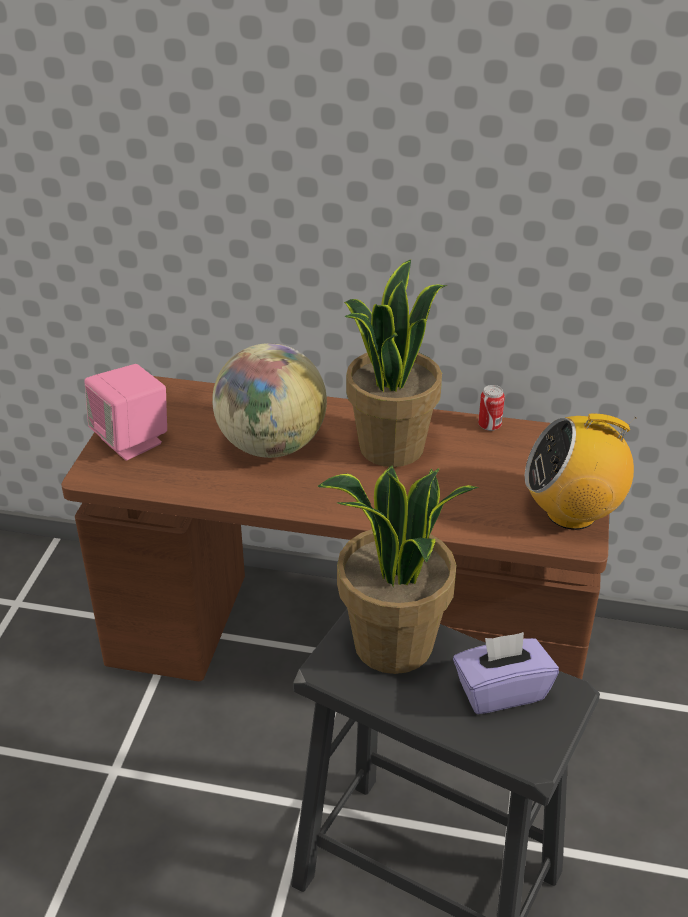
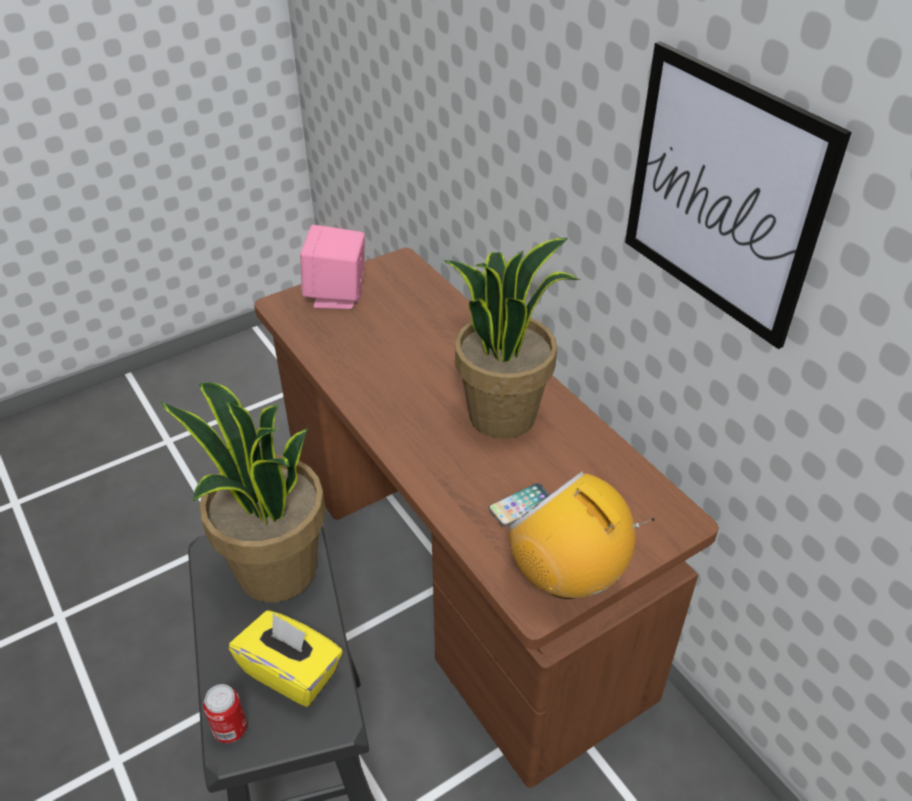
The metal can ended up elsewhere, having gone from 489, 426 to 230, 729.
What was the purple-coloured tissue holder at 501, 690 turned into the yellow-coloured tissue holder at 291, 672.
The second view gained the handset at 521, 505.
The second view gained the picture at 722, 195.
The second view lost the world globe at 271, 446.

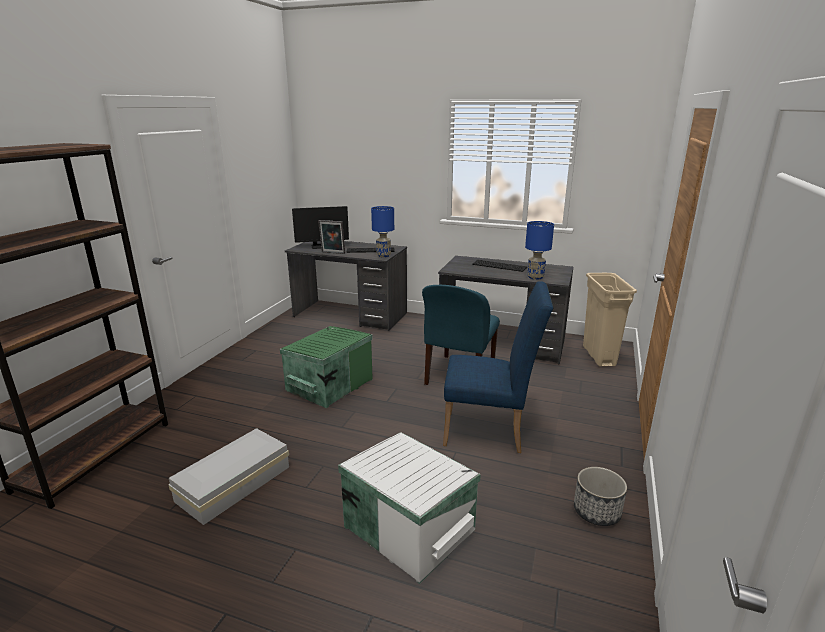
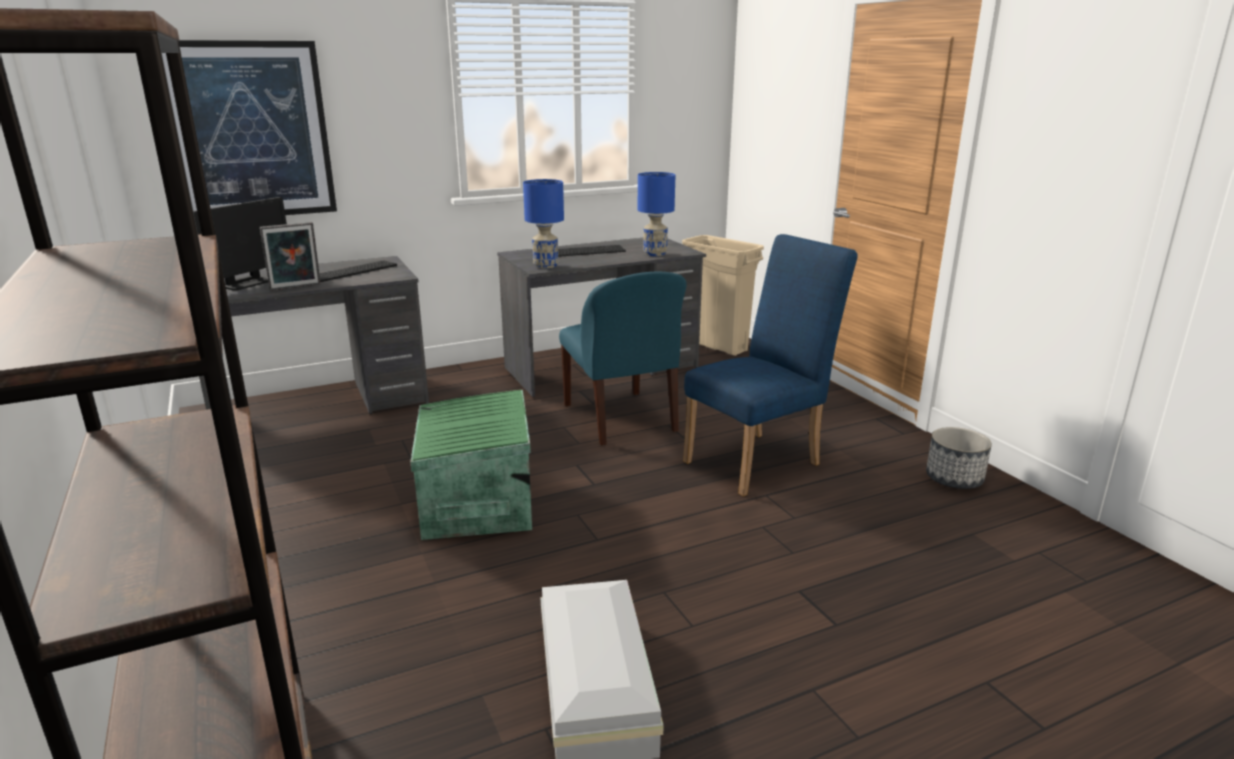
The second view gained the picture at 248, 131.
The blue lamp for a table ended up elsewhere, having gone from 383, 255 to 545, 266.
The second view lost the white storage box at 409, 526.

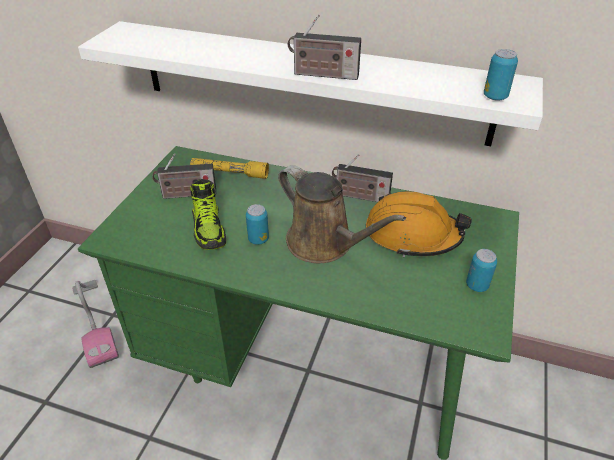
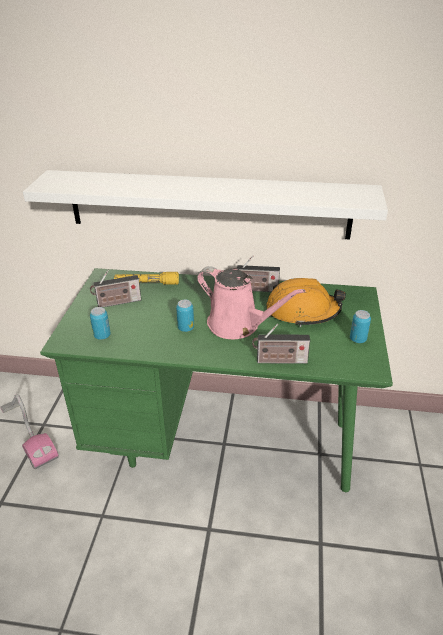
The metal can ended up elsewhere, having gone from 495, 97 to 102, 336.
What was the brownish watering can at 324, 244 turned into the pink watering can at 238, 325.
The radio receiver ended up elsewhere, having gone from 322, 75 to 279, 361.
The second view lost the shoe at 209, 229.

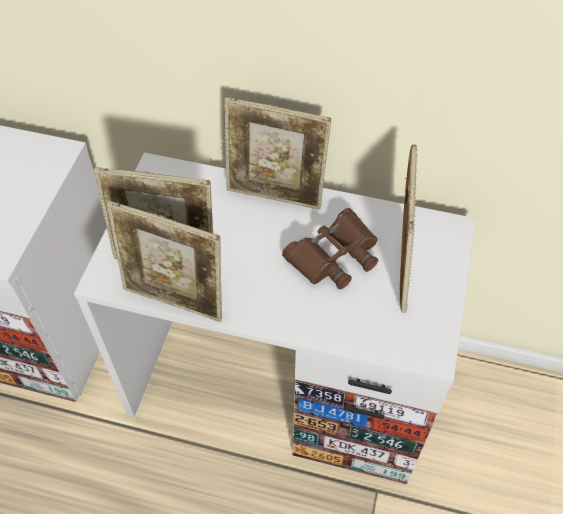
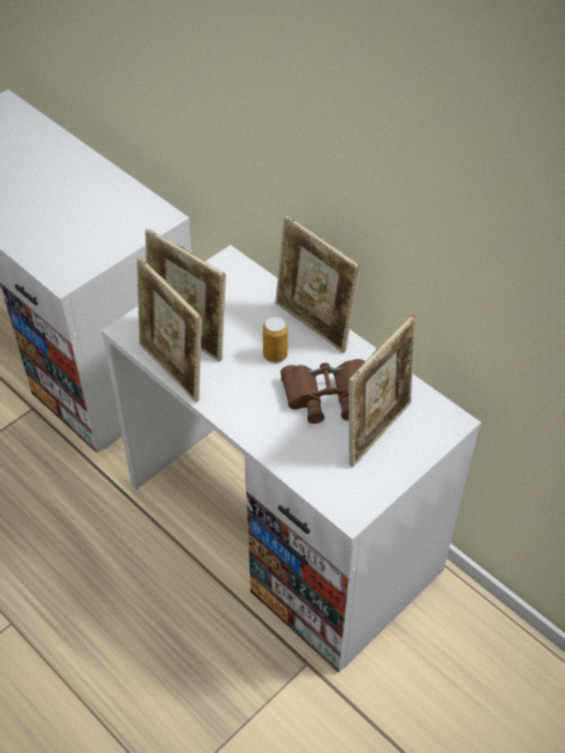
The second view gained the metal can at 275, 355.

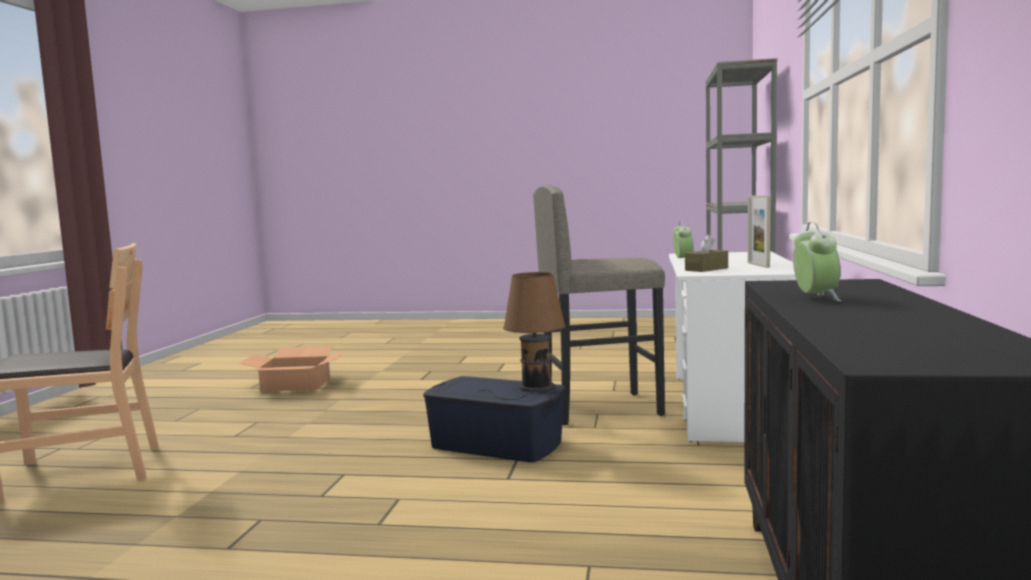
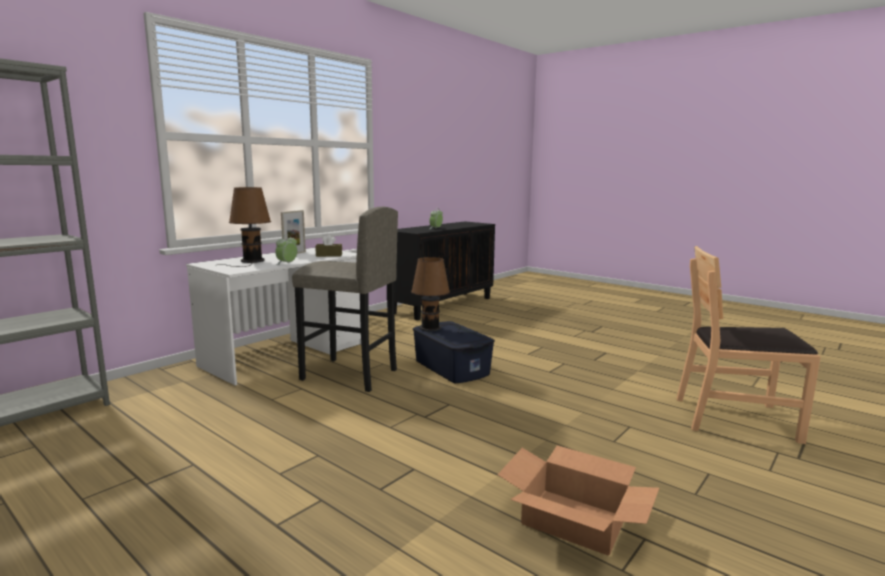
The second view gained the brownish lamp for a table at 250, 261.

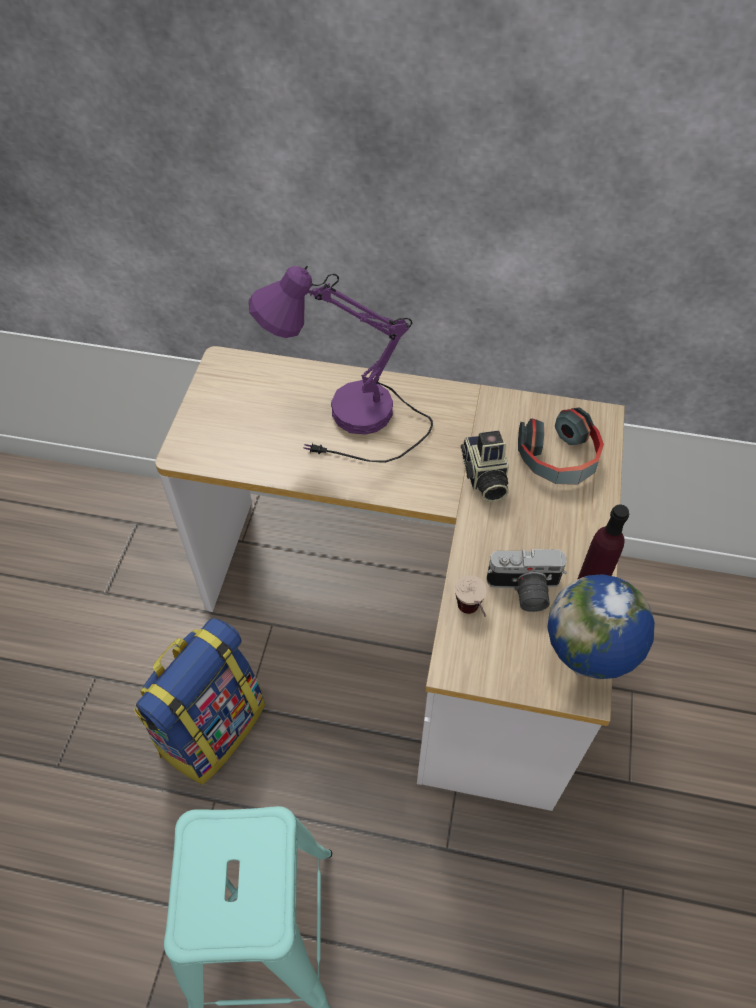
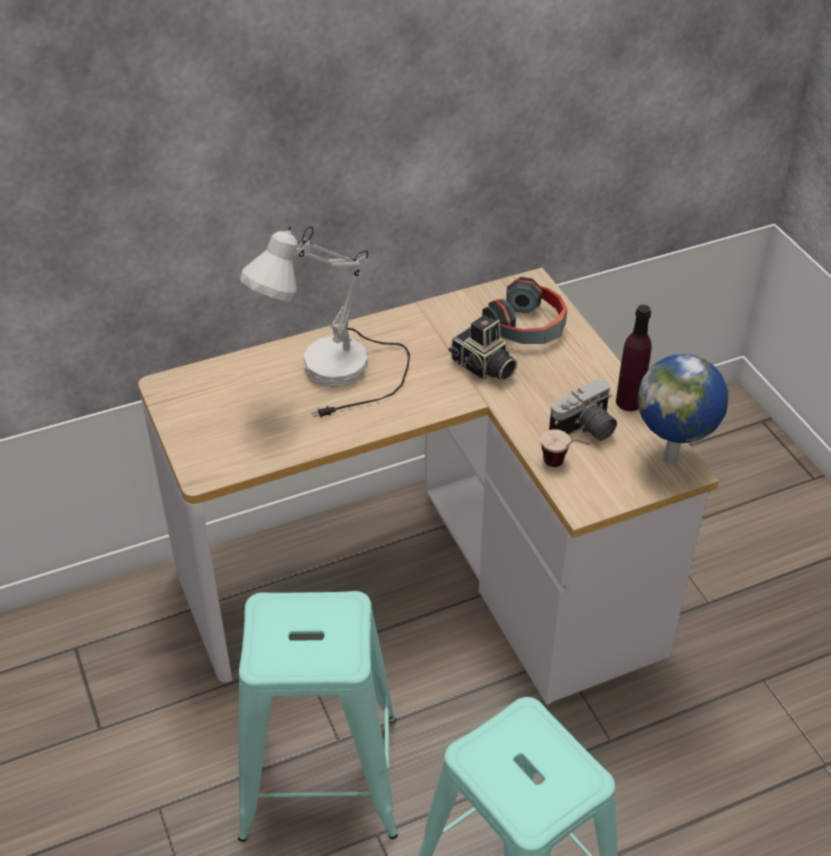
Where the backpack stood at 212, 727, the turquoise-coloured stool seat came to stand at 320, 777.
What was the purple-coloured lamp for a table at 353, 427 turned into the white lamp for a table at 339, 382.

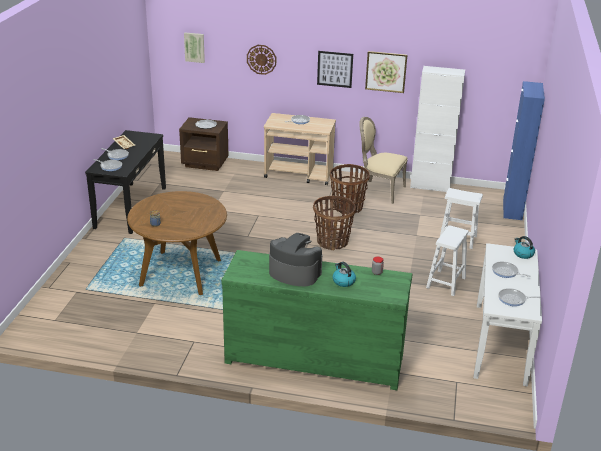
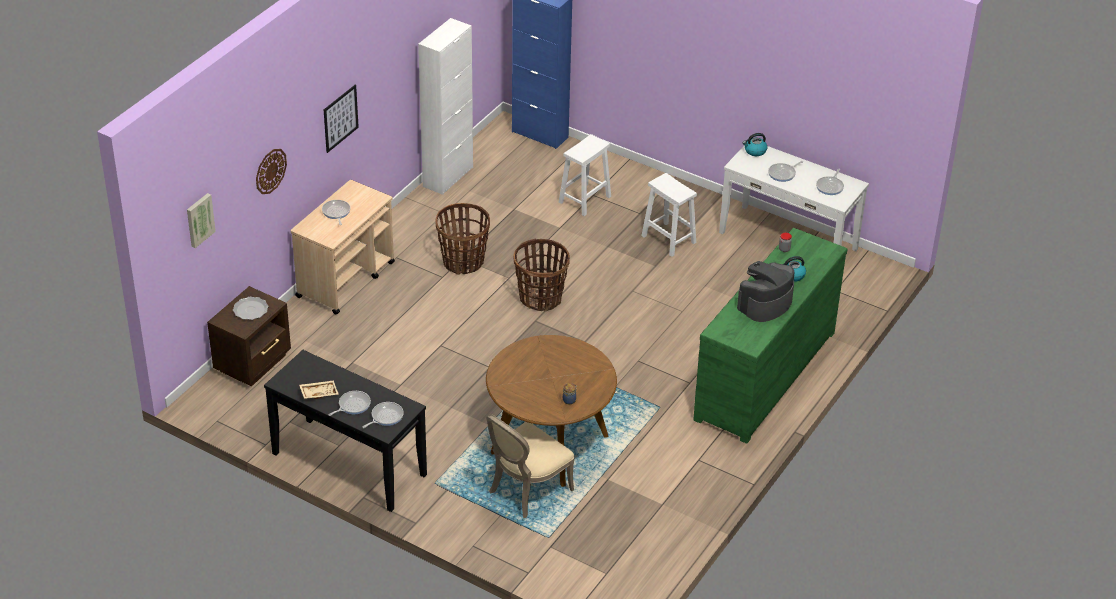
The beige chair ended up elsewhere, having gone from 379, 190 to 526, 491.
The second view lost the picture at 386, 71.

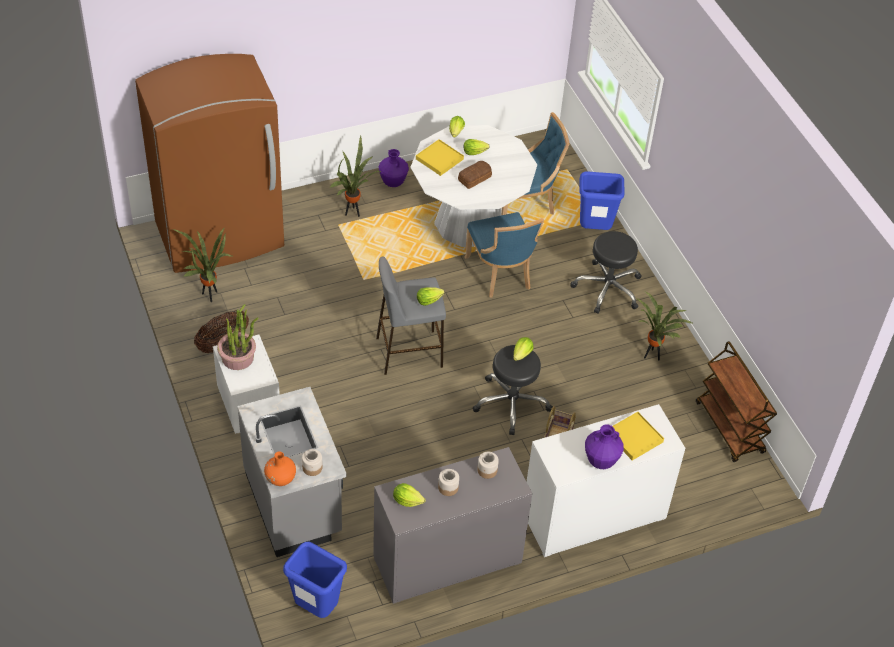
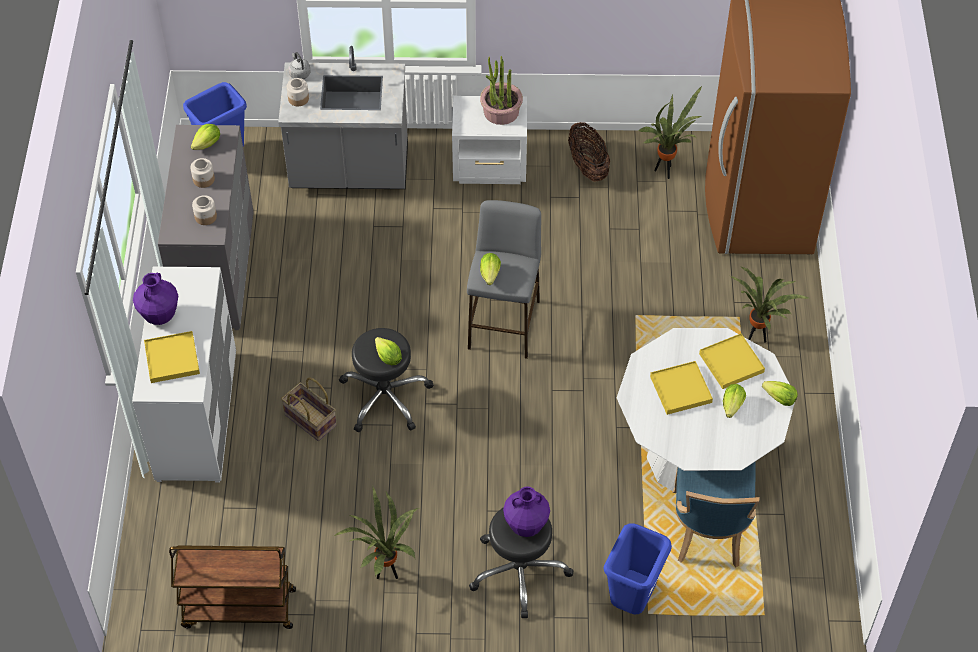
Where the orangey flower vase stood at 280, 478, the greyish kettle came to stand at 299, 73.
The purple-coloured flower vase ended up elsewhere, having gone from 393, 182 to 526, 526.
Where the baked bread stood at 475, 178, the yellow-coloured carrying tray came to stand at 680, 389.
The second view lost the blue chair at 500, 274.

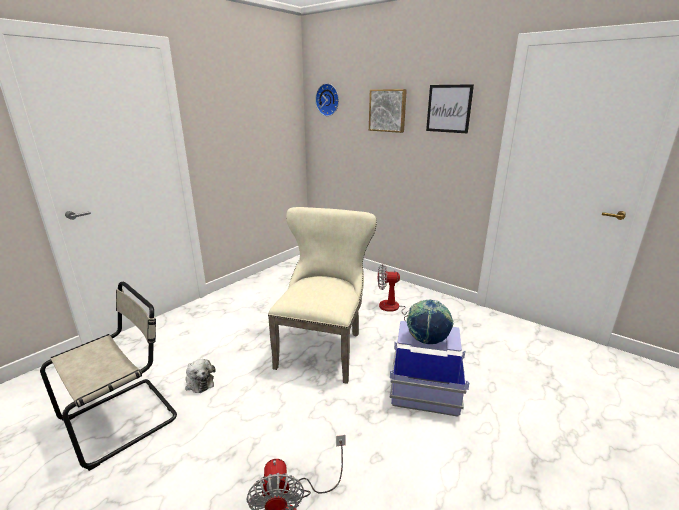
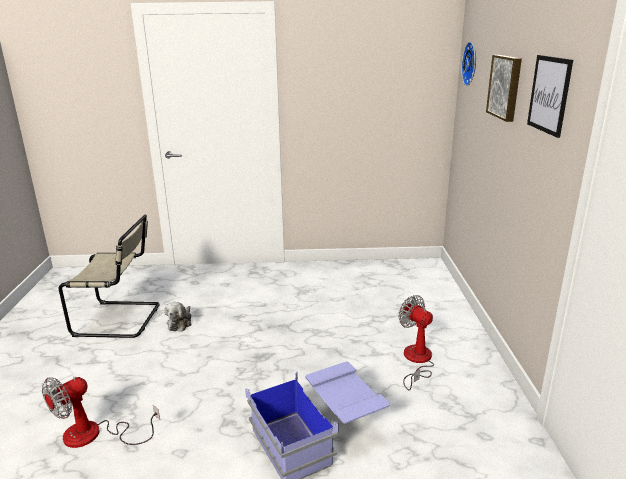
The second view lost the beige chair at 323, 347.
The second view lost the world globe at 427, 341.

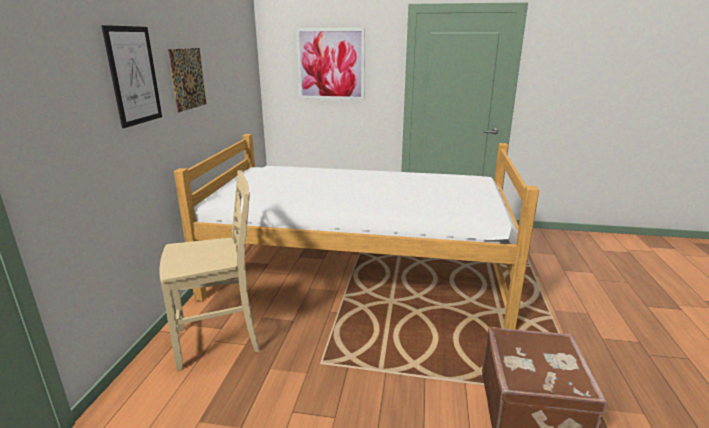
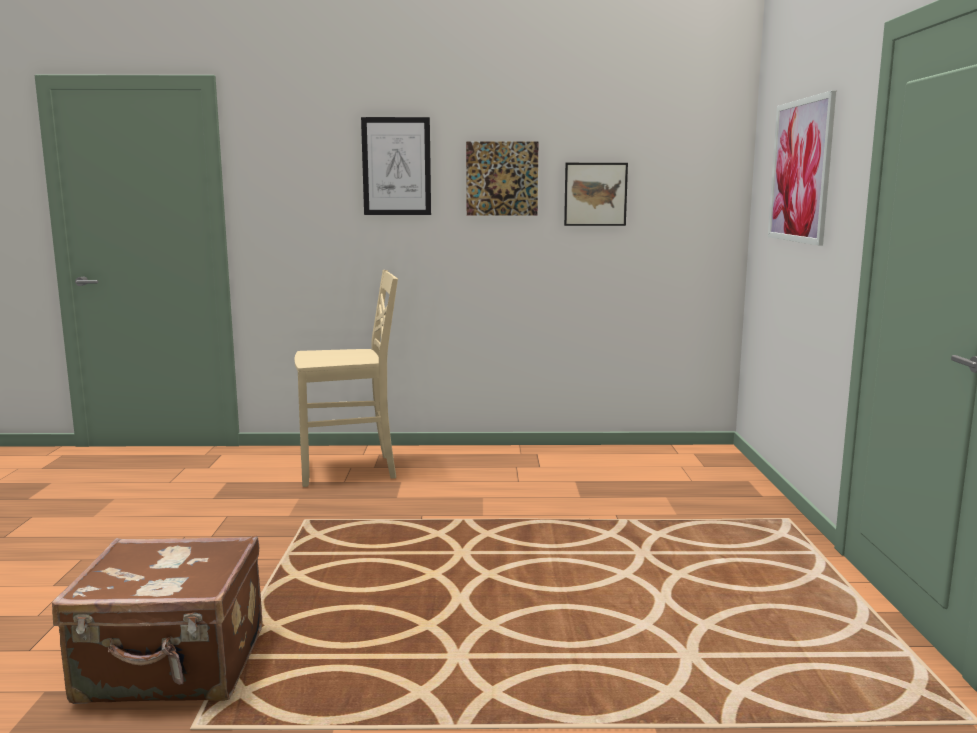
The beige chair at 220, 341 ended up facing another way, 75 degrees counterclockwise from before.
The second view gained the picture at 595, 194.
The second view lost the sleeping bed at 358, 272.

